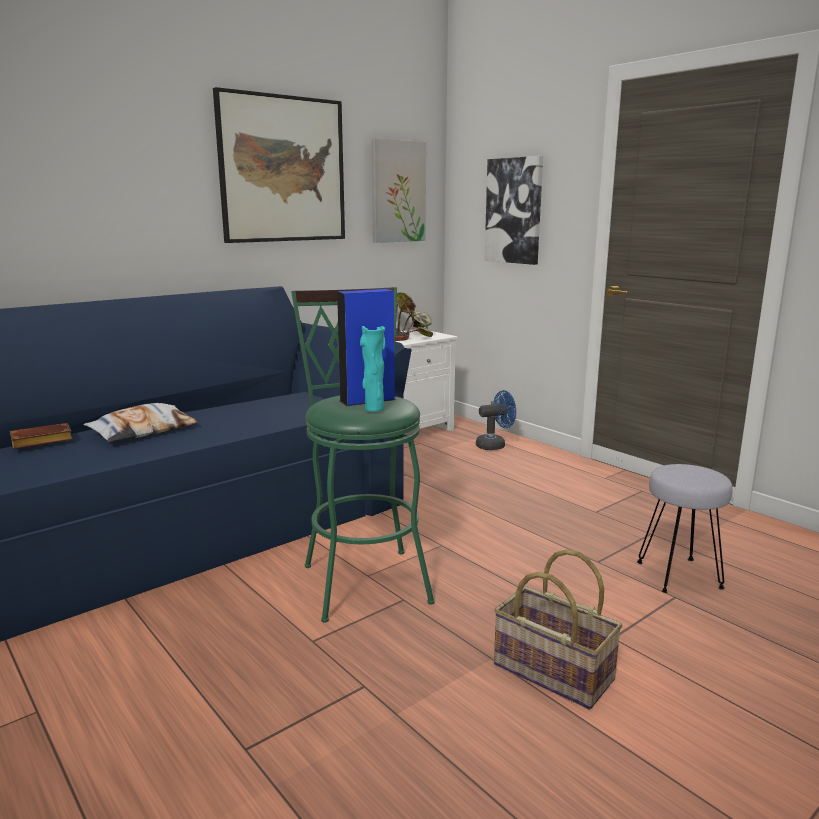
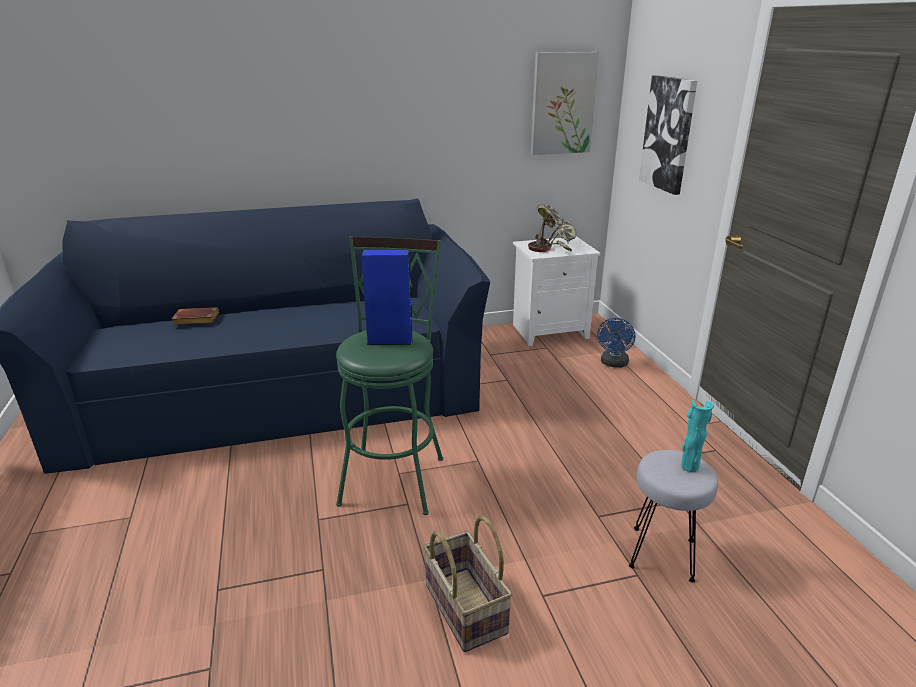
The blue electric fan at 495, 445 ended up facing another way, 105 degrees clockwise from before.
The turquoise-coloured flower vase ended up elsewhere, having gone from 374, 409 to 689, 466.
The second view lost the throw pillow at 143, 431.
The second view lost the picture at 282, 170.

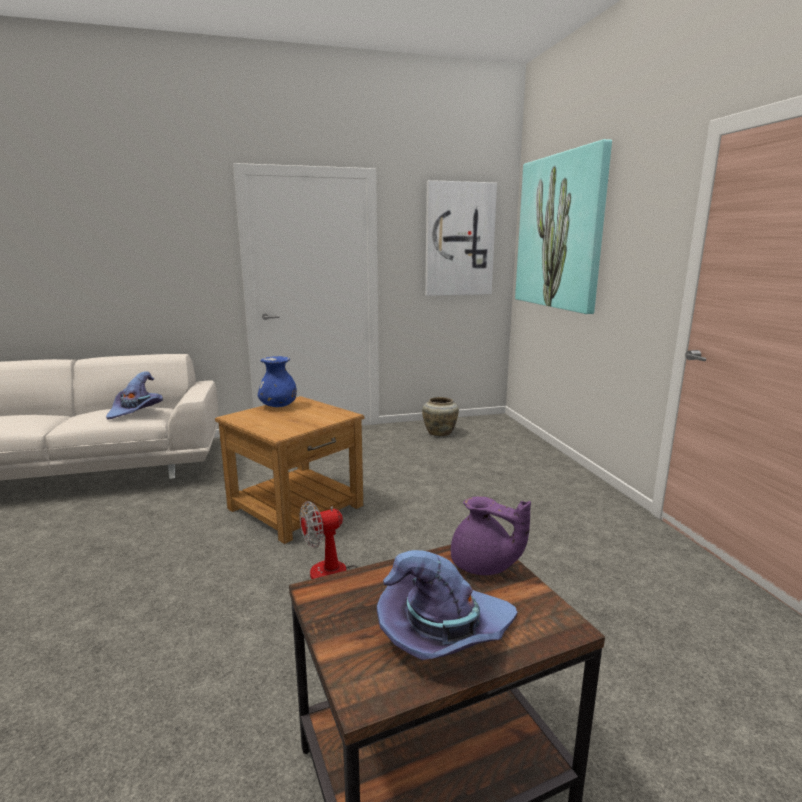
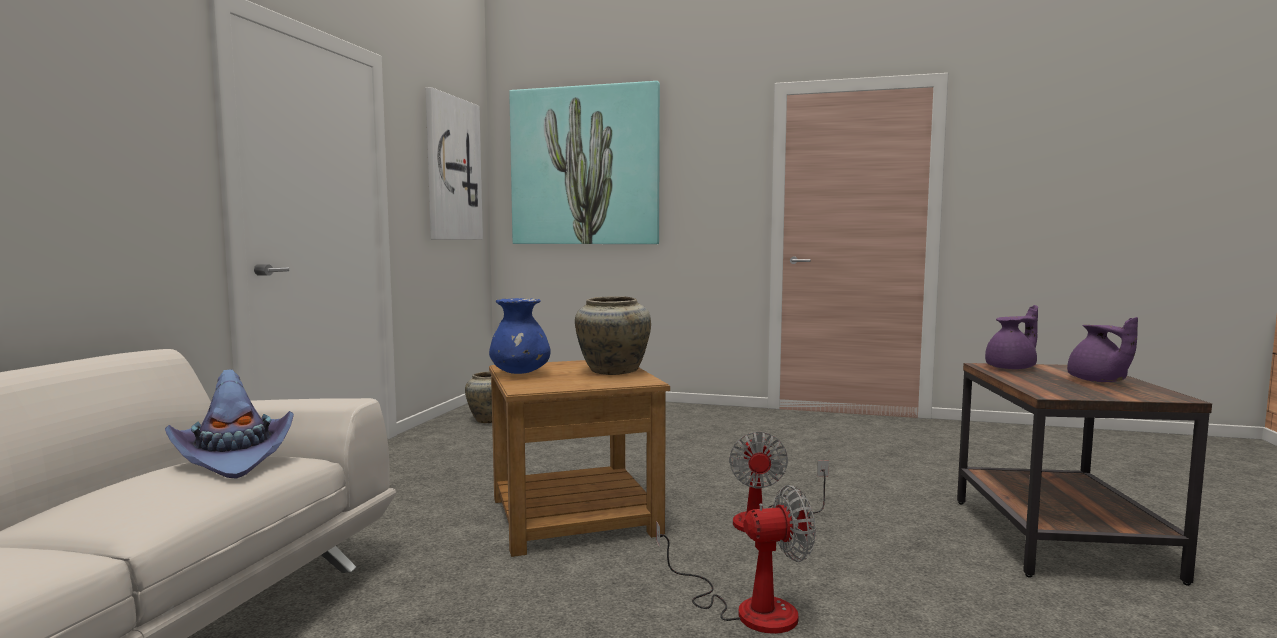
The second view gained the beige flower vase at 612, 371.
The second view gained the electric fan at 747, 608.
Where the purple-coloured hat stood at 444, 631, the purple-coloured tea pot came to stand at 1098, 381.

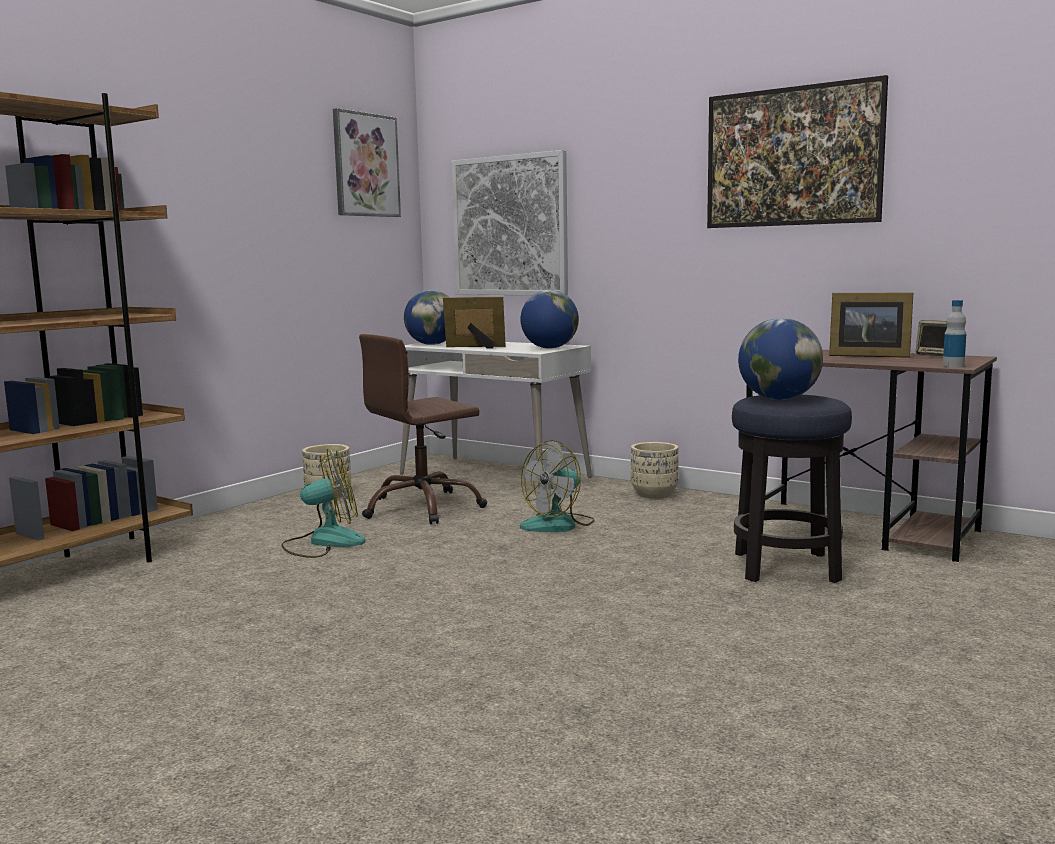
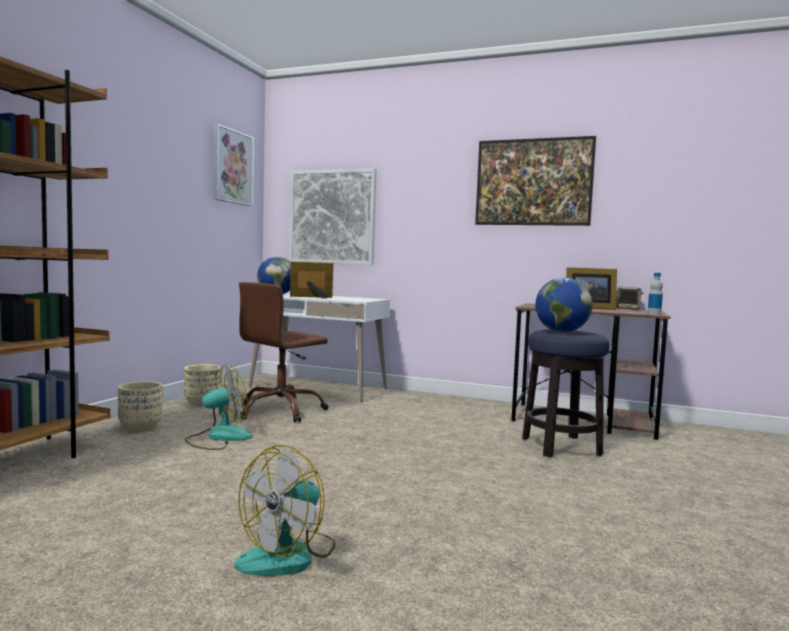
The beige flower pot ended up elsewhere, having gone from 654, 494 to 141, 427.
The electric fan ended up elsewhere, having gone from 558, 524 to 289, 555.
The second view lost the world globe at 550, 348.

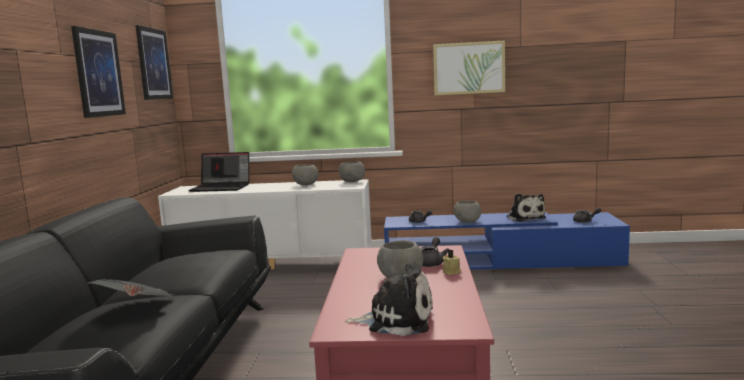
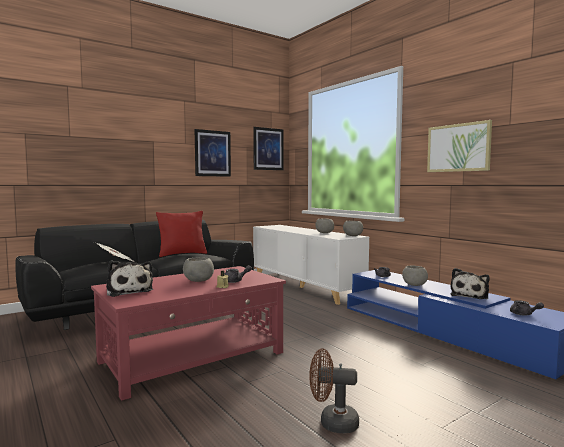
The second view gained the reddish throw pillow at 182, 254.
The second view gained the brownish electric fan at 332, 422.
The second view lost the laptop at 222, 187.

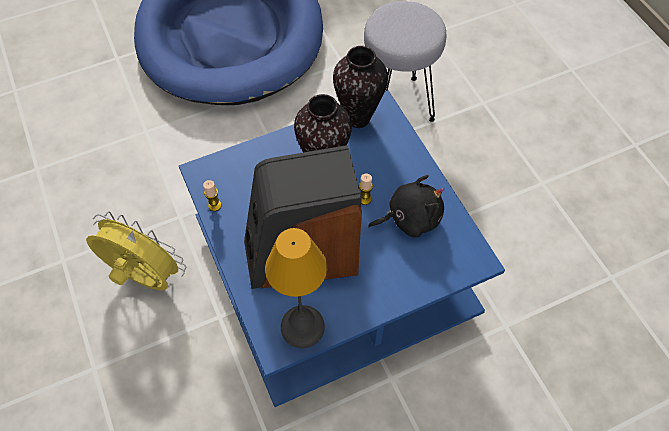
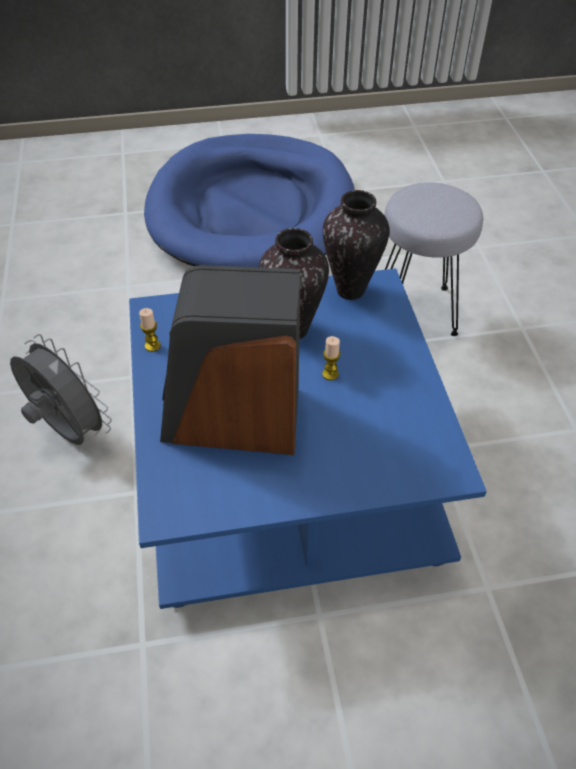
What was the yellow-coloured electric fan at 144, 278 turned into the greyish electric fan at 69, 431.
The second view lost the lamp for a table at 303, 328.
The second view lost the black-coloured cuddly toy at 410, 218.

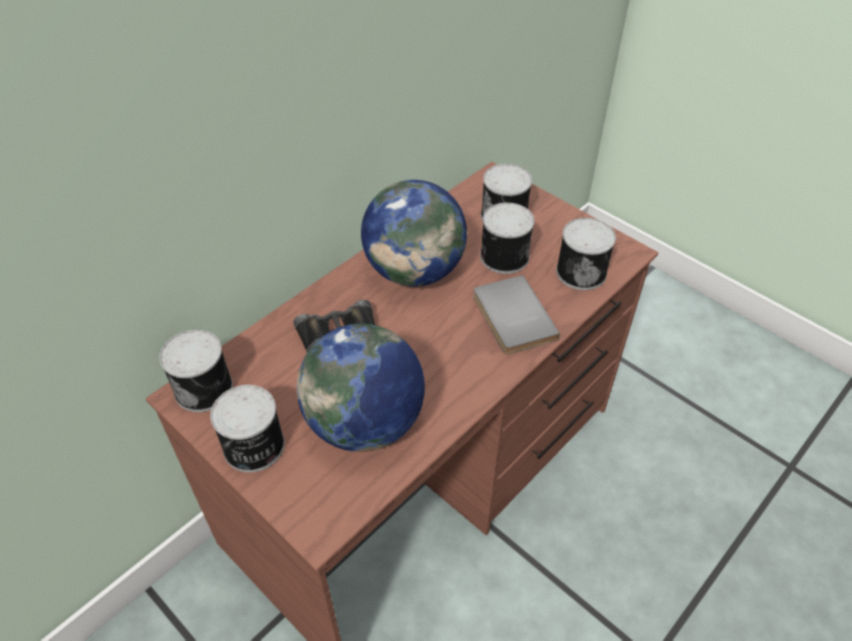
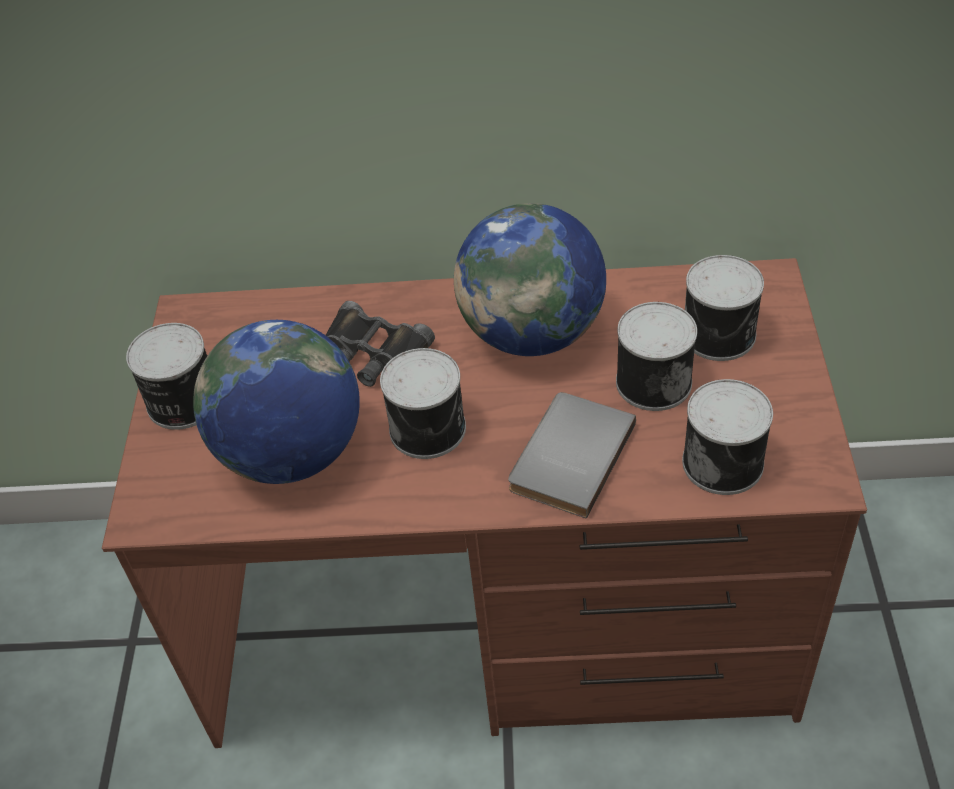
The metal can ended up elsewhere, having gone from 205, 387 to 430, 429.

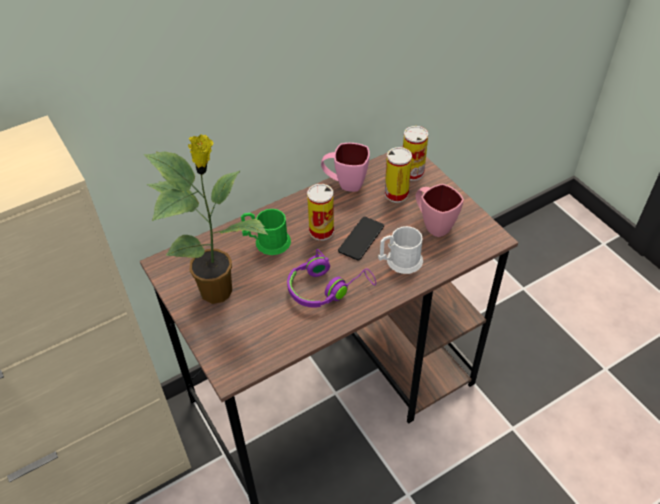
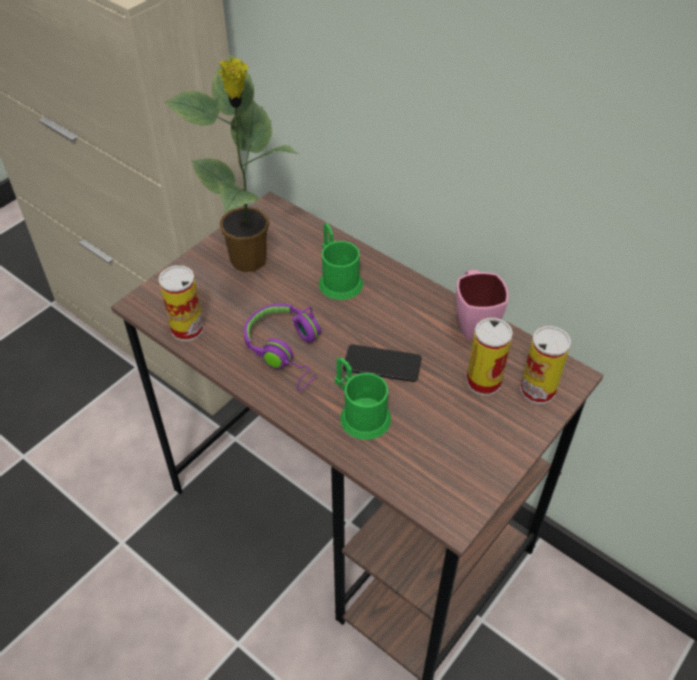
The metal can ended up elsewhere, having gone from 321, 231 to 187, 329.
What was the white coffee mug at 399, 261 turned into the green-coloured coffee mug at 359, 413.
The second view lost the pink coffee mug at 433, 224.

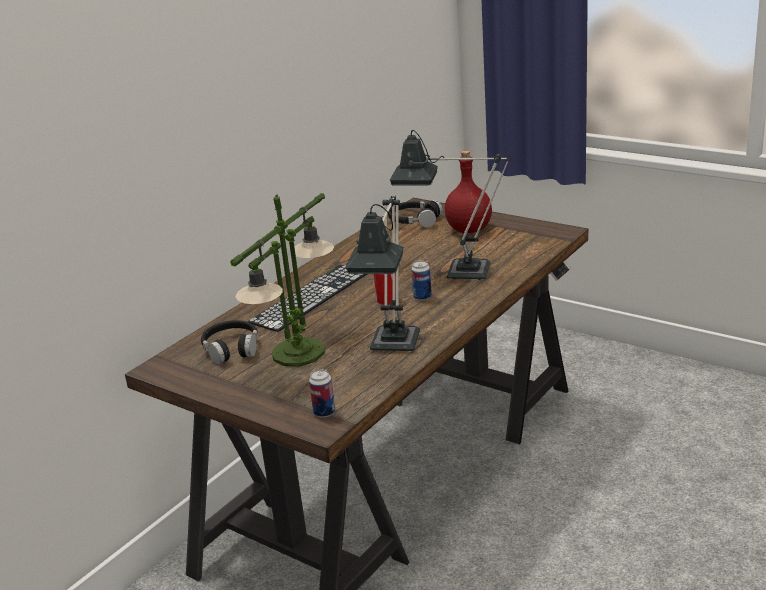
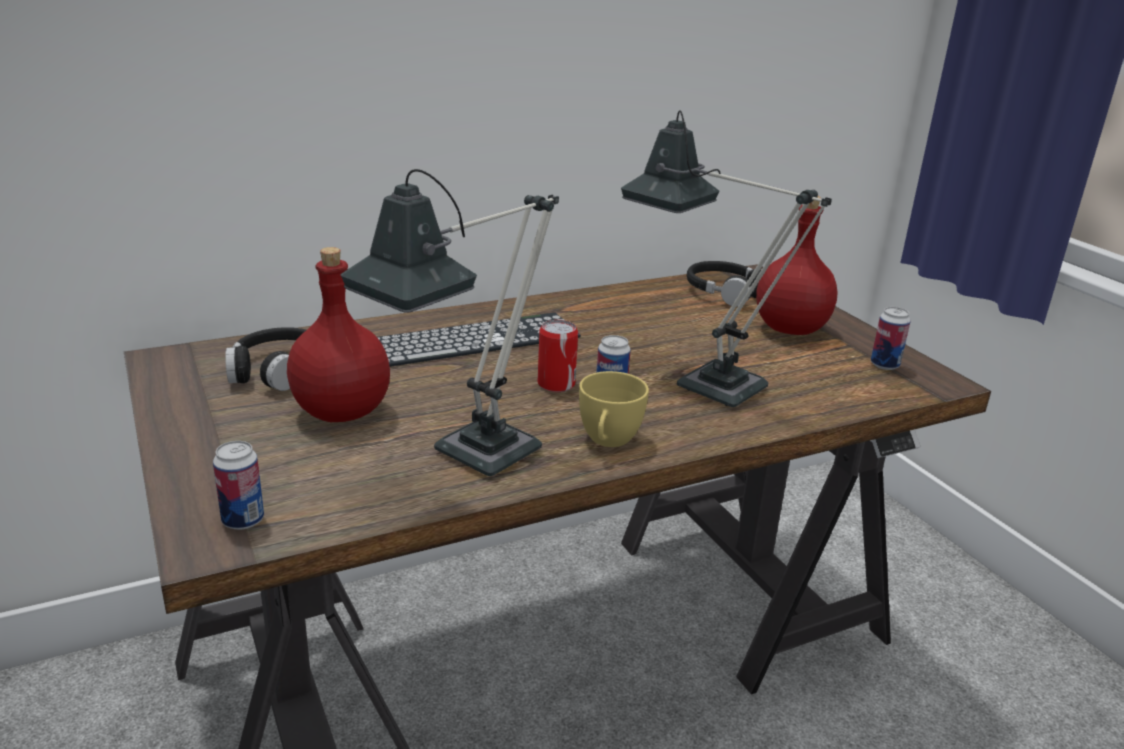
Where the lamp for a table stood at 298, 353, the reddish bottle came to stand at 341, 411.
The second view gained the yellow-coloured drinking cup at 607, 442.
The second view gained the metal can at 884, 365.

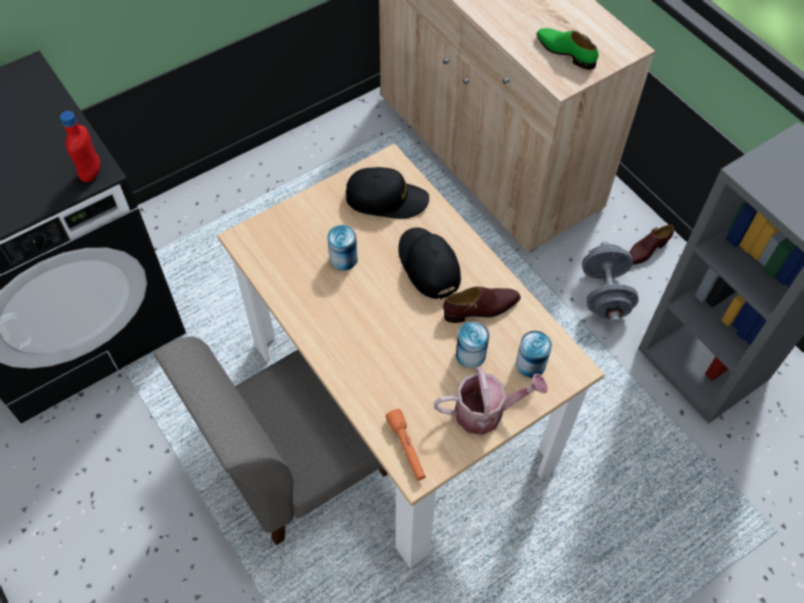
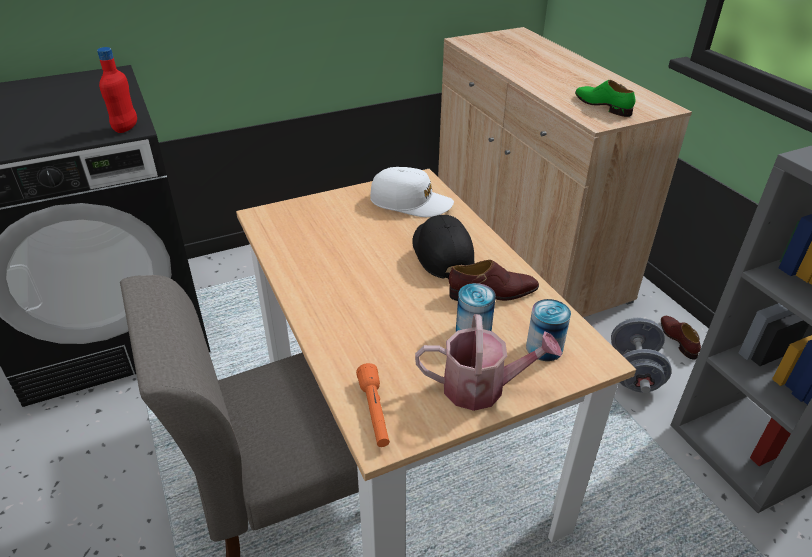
What was the black-coloured cap at 386, 199 turned into the white cap at 411, 202.
The brownish shoe at 646, 250 ended up facing another way, 105 degrees clockwise from before.
The second view lost the metal can at 343, 258.

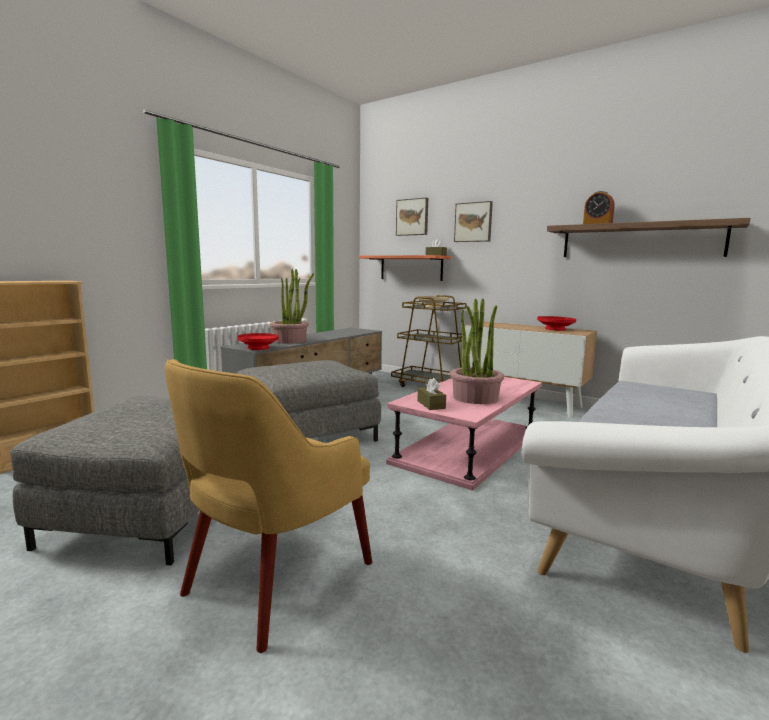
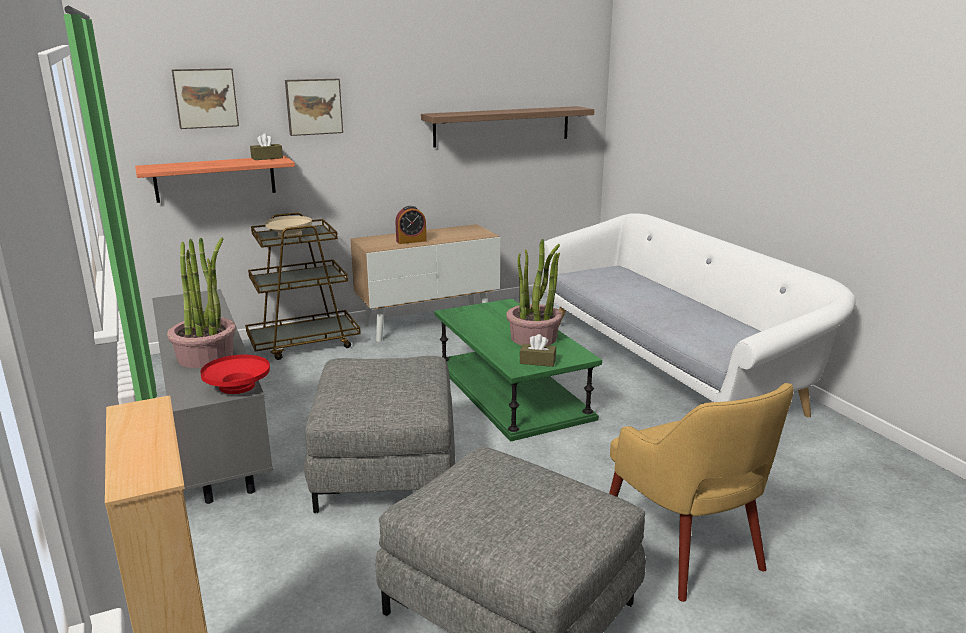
The bedside clock ended up elsewhere, having gone from 597, 224 to 411, 241.
What was the pink low table at 469, 447 turned into the green-coloured low table at 511, 390.
The second view lost the reddish bowl at 555, 329.

